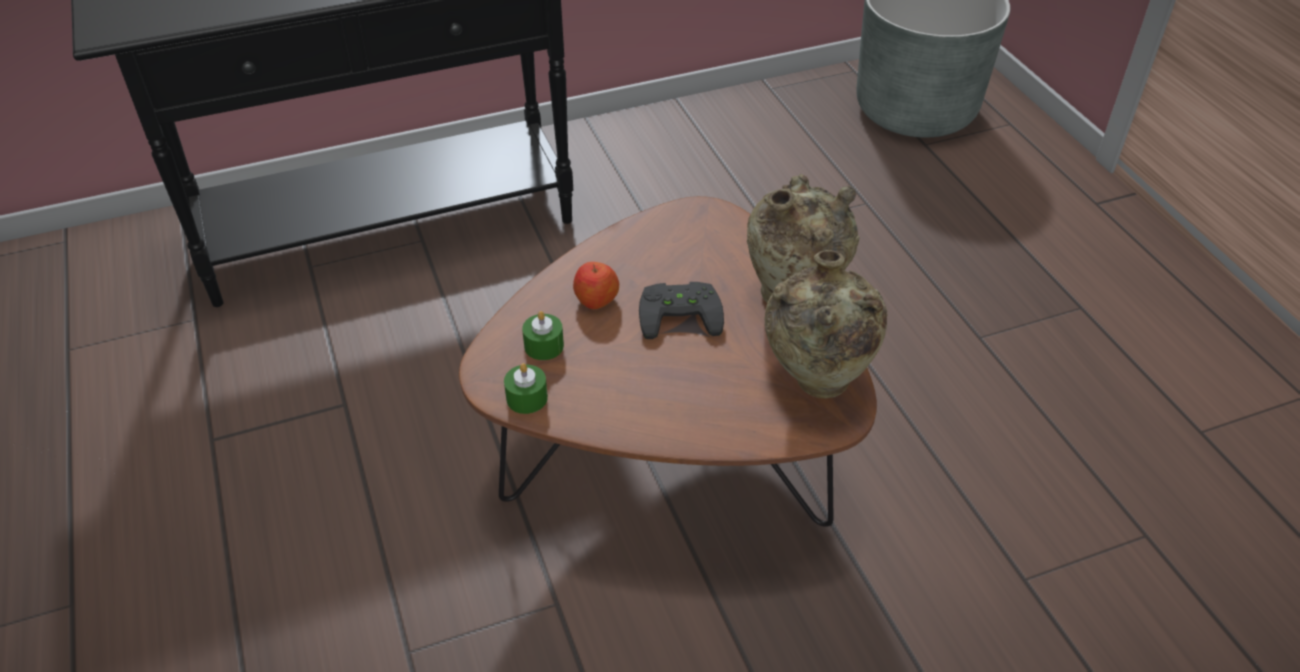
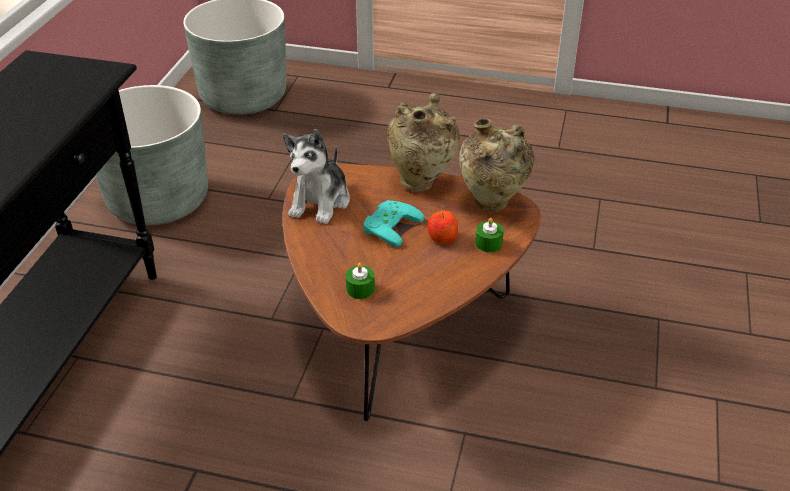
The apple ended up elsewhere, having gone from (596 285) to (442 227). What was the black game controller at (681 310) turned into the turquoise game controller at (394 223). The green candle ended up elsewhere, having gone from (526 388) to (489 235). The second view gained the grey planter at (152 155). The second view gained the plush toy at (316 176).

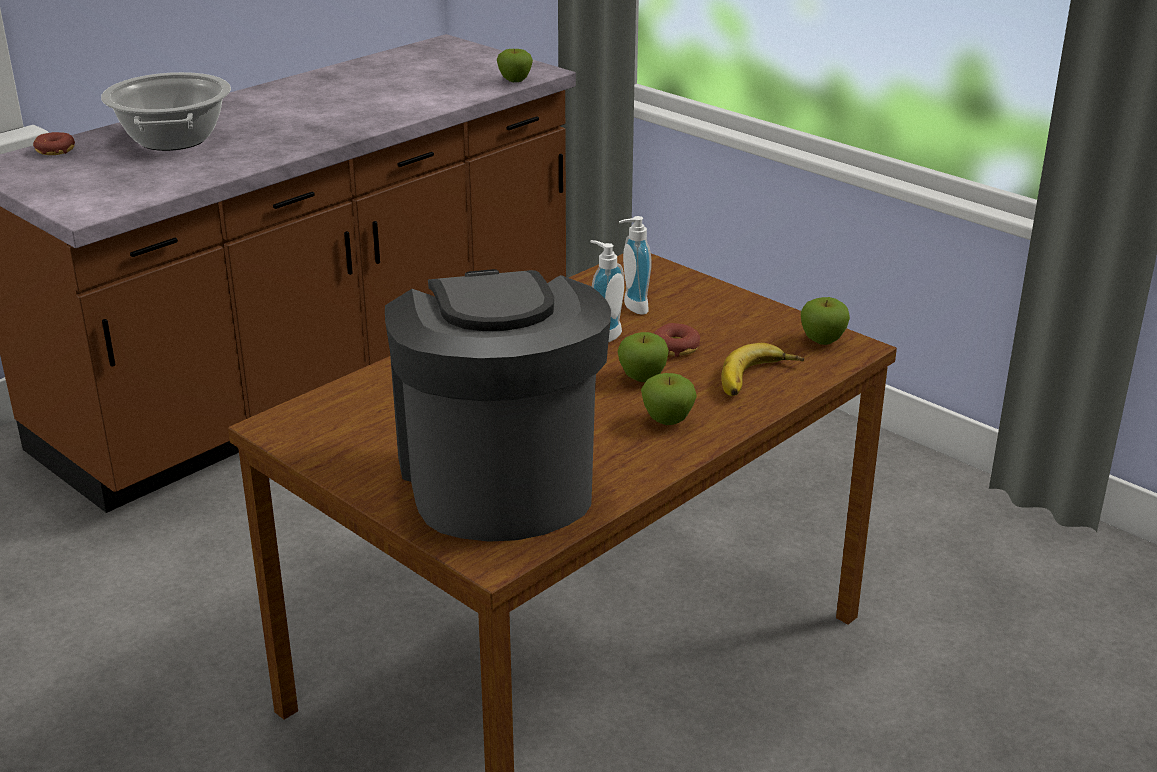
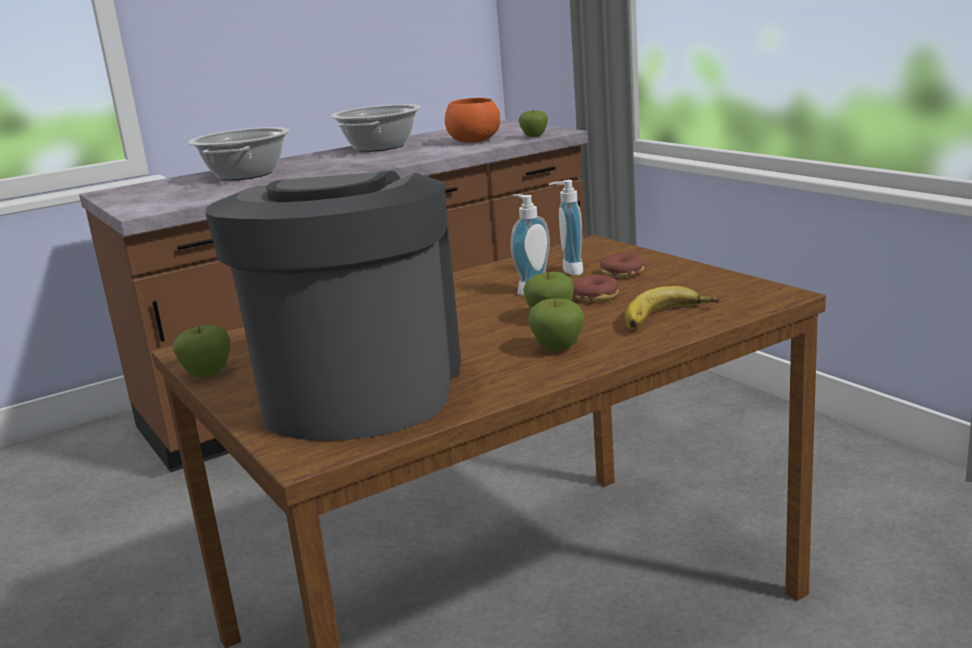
The donut ended up elsewhere, having gone from (54 143) to (622 265). The apple ended up elsewhere, having gone from (825 321) to (201 351). The second view gained the orange bowl at (472 120). The second view gained the cooking pot at (376 128).

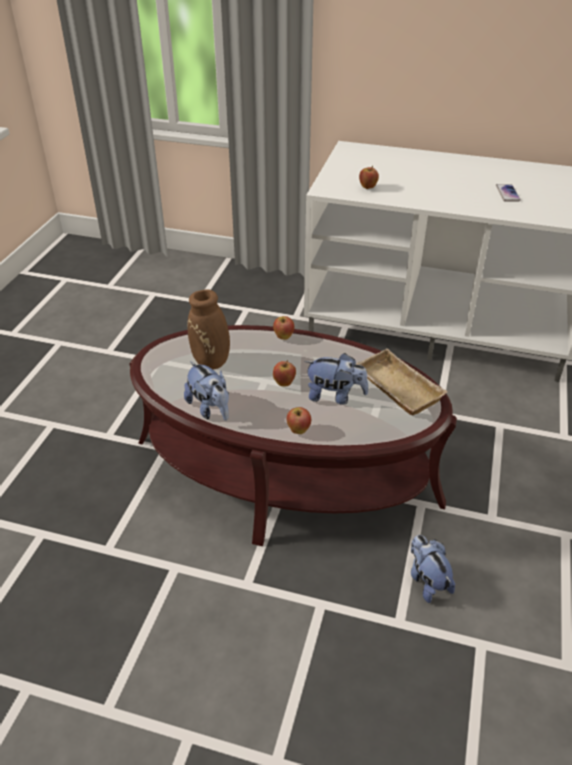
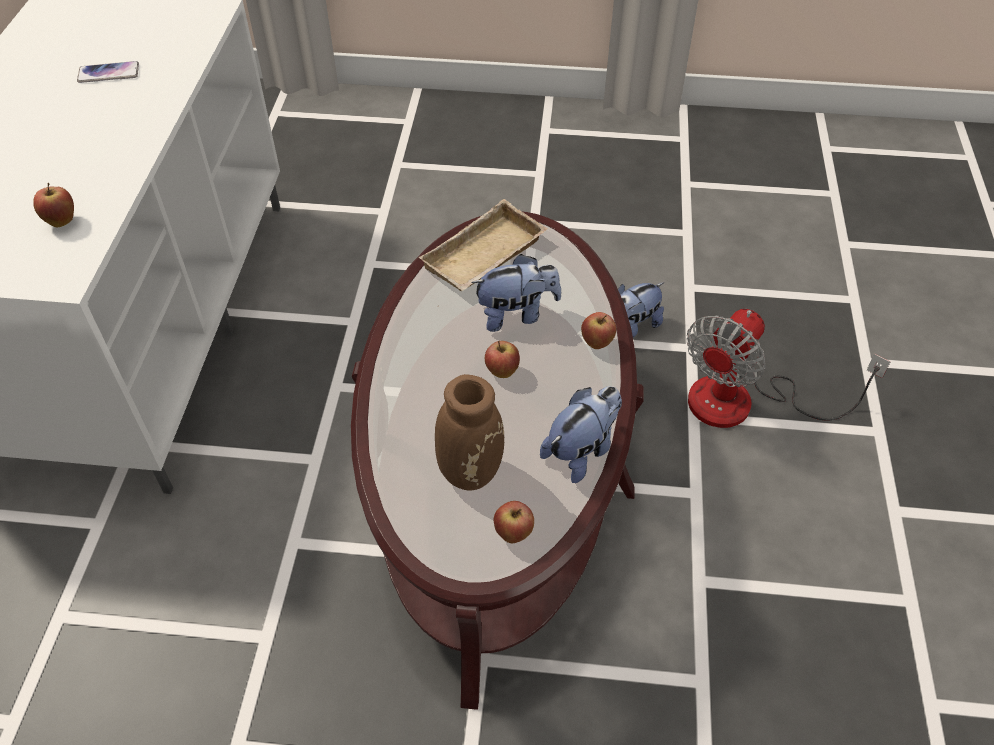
The apple ended up elsewhere, having gone from (283 328) to (514 522). The plush toy at (336 378) ended up facing another way, 75 degrees clockwise from before. The second view gained the fan at (788 368).

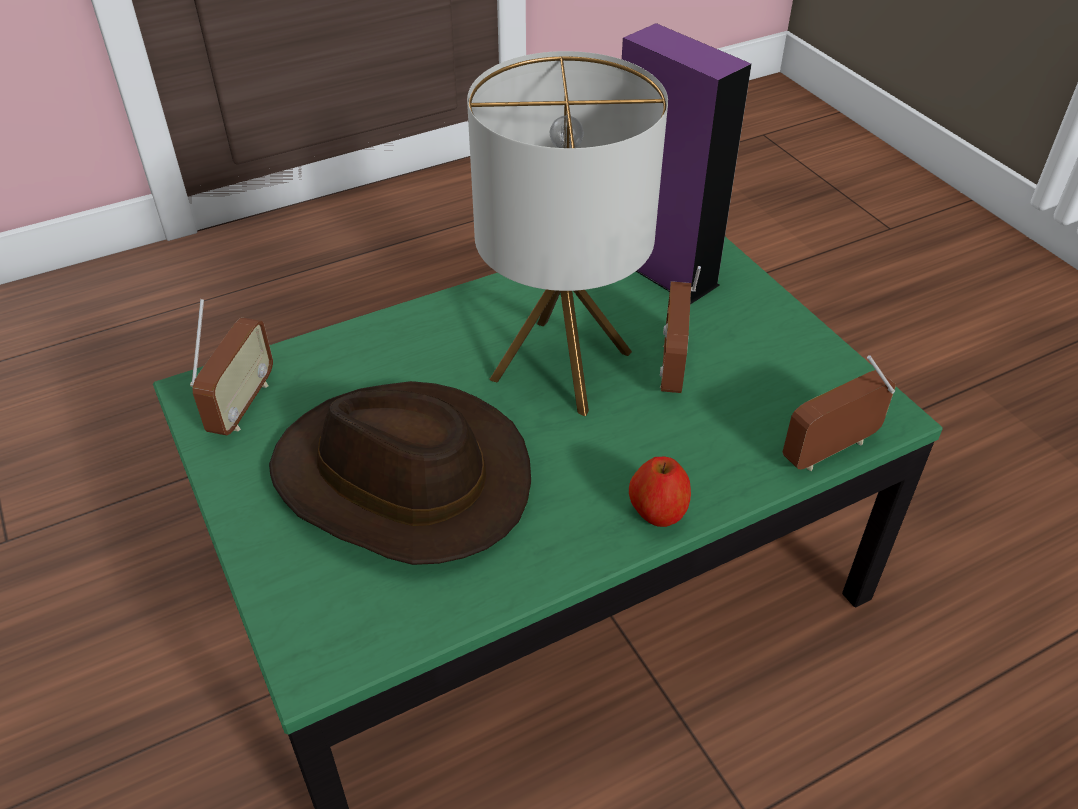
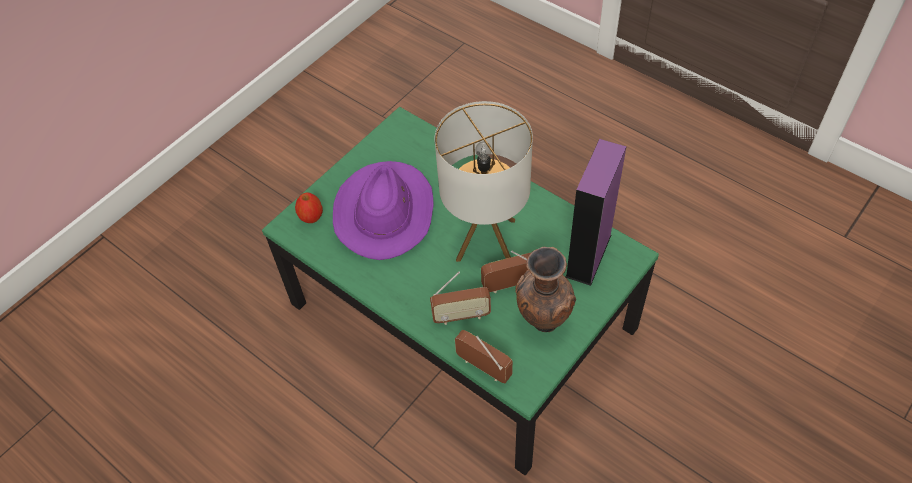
The radio ended up elsewhere, having gone from (231 367) to (460 298). What was the brown hat at (400 473) turned into the purple hat at (383 210). The apple ended up elsewhere, having gone from (660 491) to (309 207). The second view gained the brown vase at (545 289).

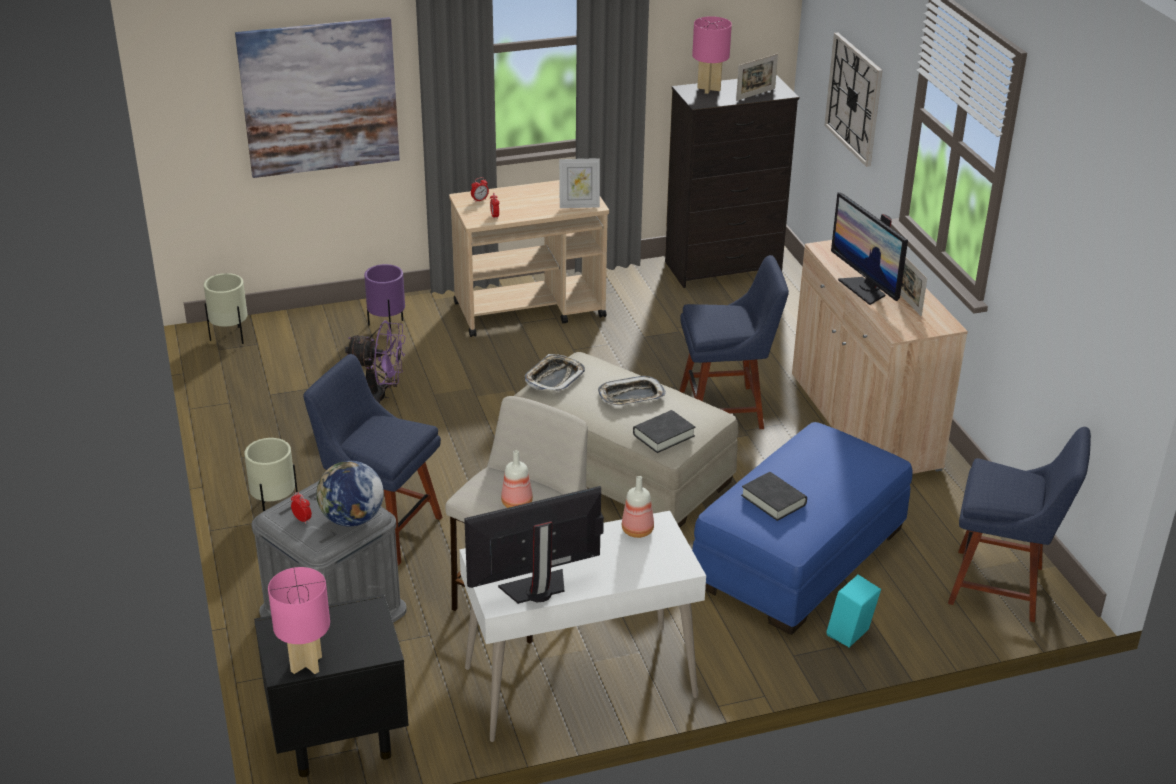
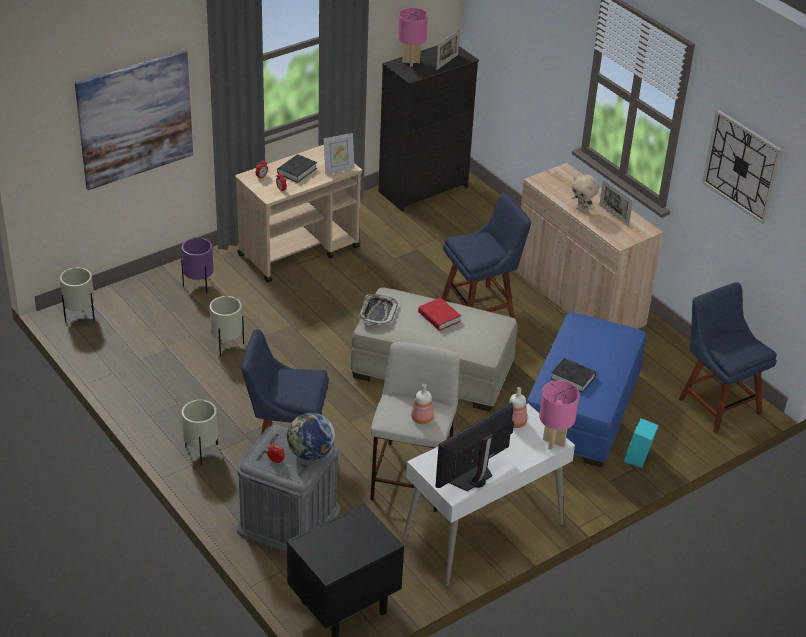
The wall clock ended up elsewhere, having gone from (853 100) to (742 167). Where the monitor stood at (869 248), the beige plush toy came to stand at (585 193). Where the purple fan stood at (375 361), the beige planter came to stand at (227 326). Where the tray stood at (632 391), the red book came to stand at (439 314). The black book ended up elsewhere, having gone from (664 431) to (297 168). The blue chair at (1019 524) ended up facing another way, 120 degrees counterclockwise from before. The pink table lamp ended up elsewhere, having gone from (299 620) to (559 415).

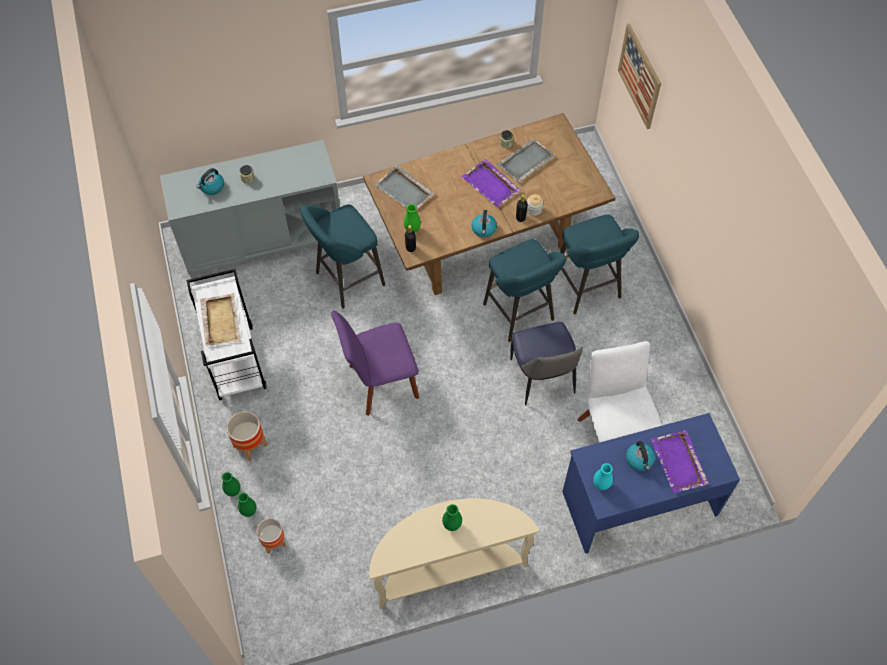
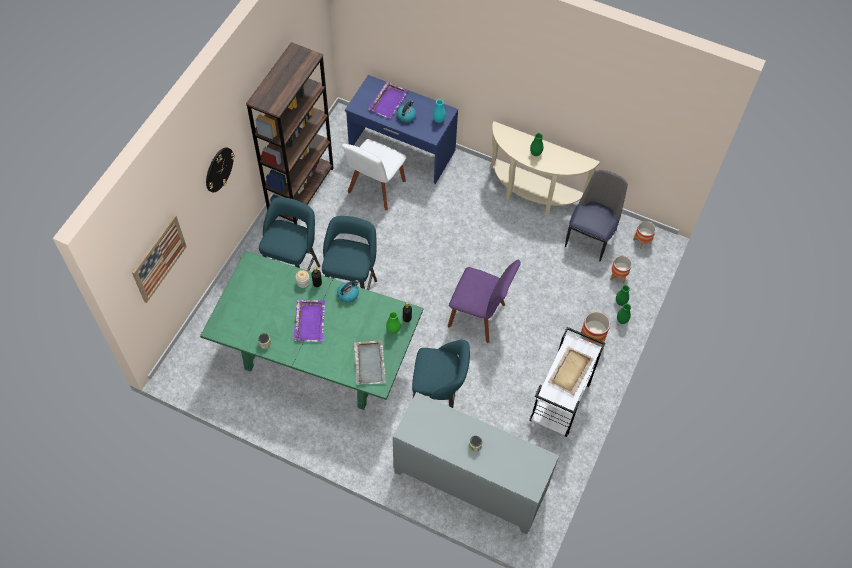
What was the brown dining table at (489 204) turned into the green dining table at (312 330). The second view lost the grey tray at (526 160). The second view lost the kettle at (210 181). The chair ended up elsewhere, having gone from (546 364) to (596 215). The second view gained the brown bookcase at (290 133). The second view gained the wall clock at (220 170). The second view gained the planter at (644 235).

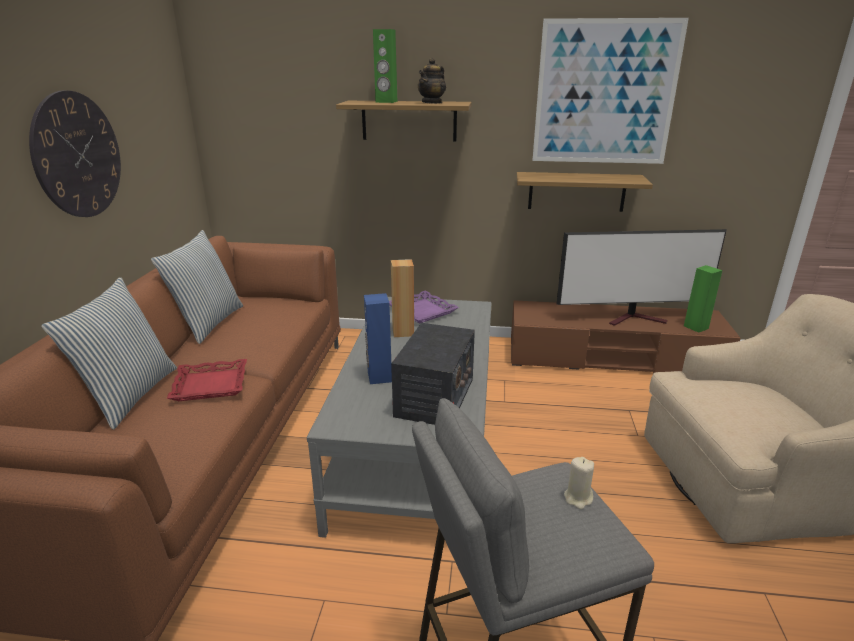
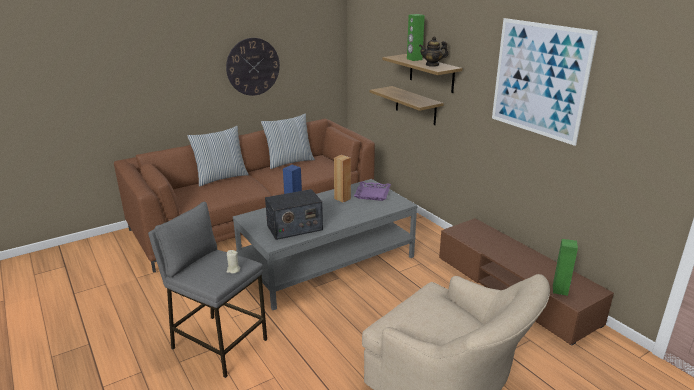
The shelf ended up elsewhere, having gone from (585 192) to (407 105). The second view lost the television at (641 277). The second view lost the red tray at (206 380).

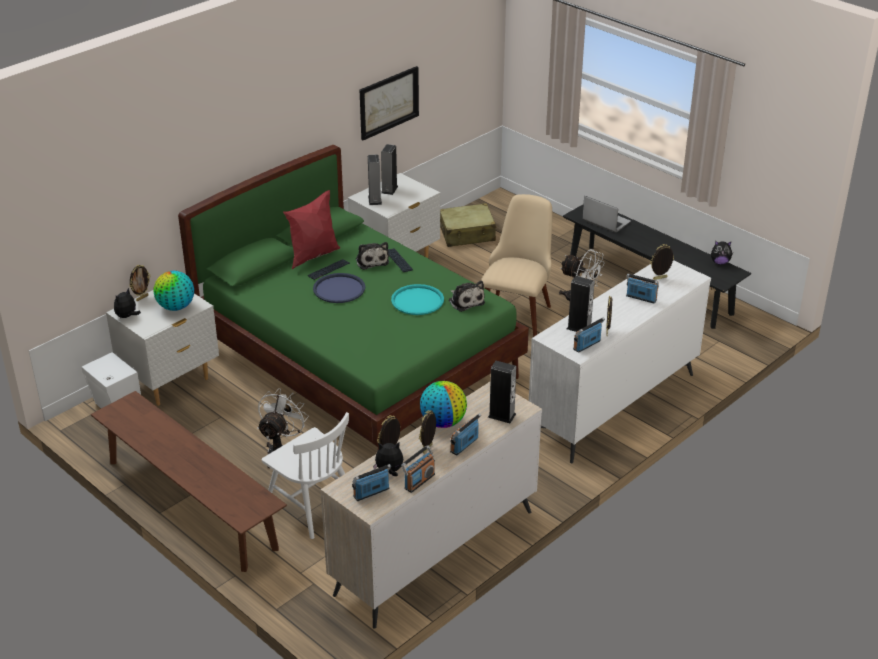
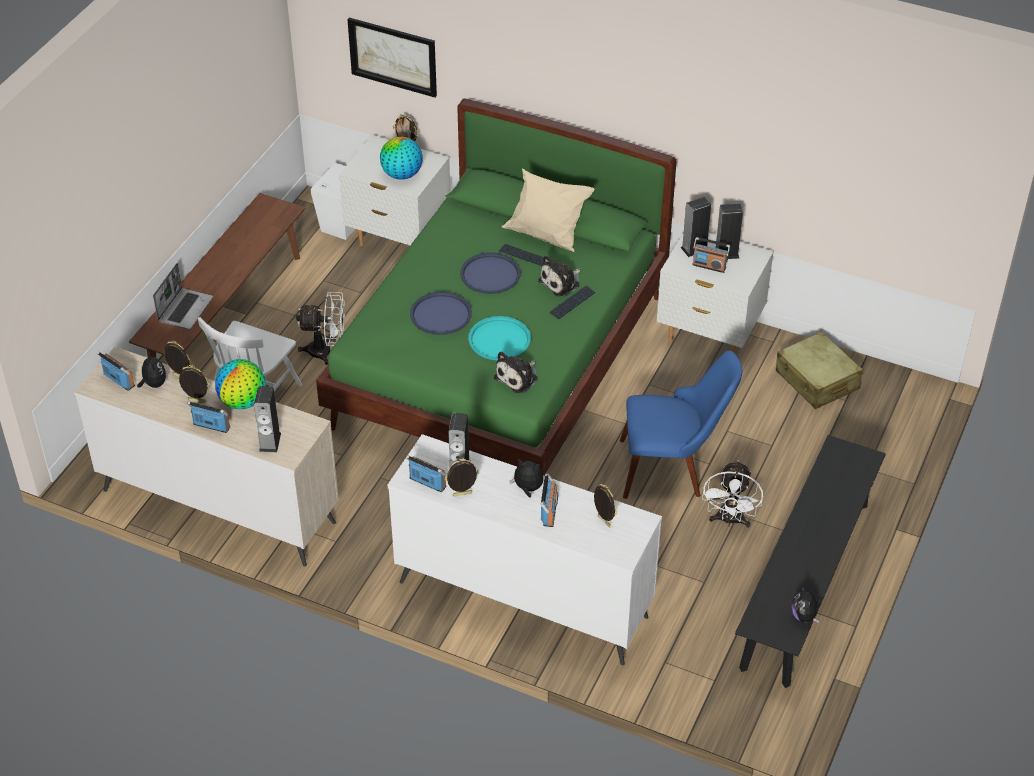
The picture ended up elsewhere, having gone from (389 103) to (392 57). What was the red pillow at (311 229) turned into the beige pillow at (548 210). What was the beige chair at (517 265) turned into the blue chair at (681 424). The laptop ended up elsewhere, having gone from (607 214) to (183 296). The plush toy ended up elsewhere, having gone from (127 303) to (527 478). The radio ended up elsewhere, having gone from (418 469) to (711 255). The second view gained the blue tray at (441 313).

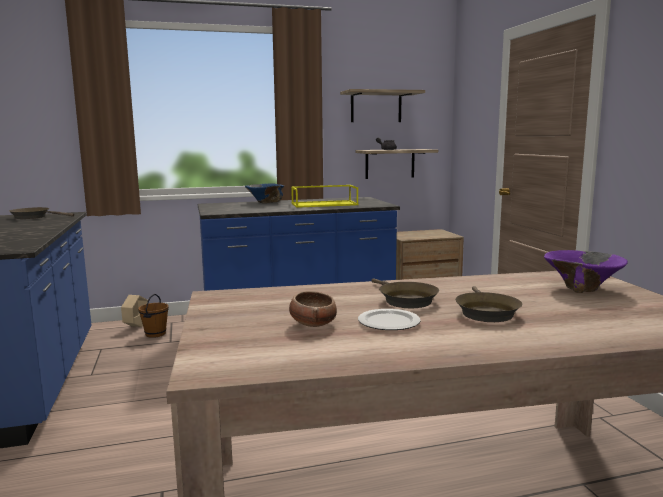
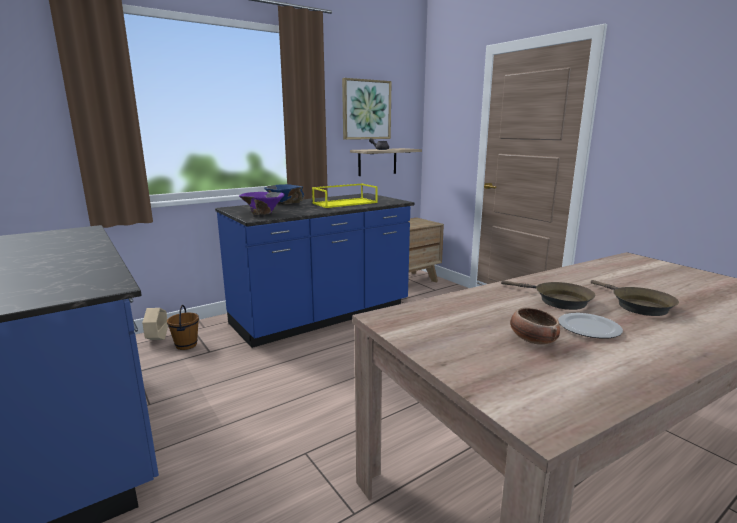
Where the shelf hung at (382 105), the picture came to hang at (367 109). The second view lost the brown frying pan at (41 213). The purple bowl ended up elsewhere, having gone from (586 271) to (262 203).

